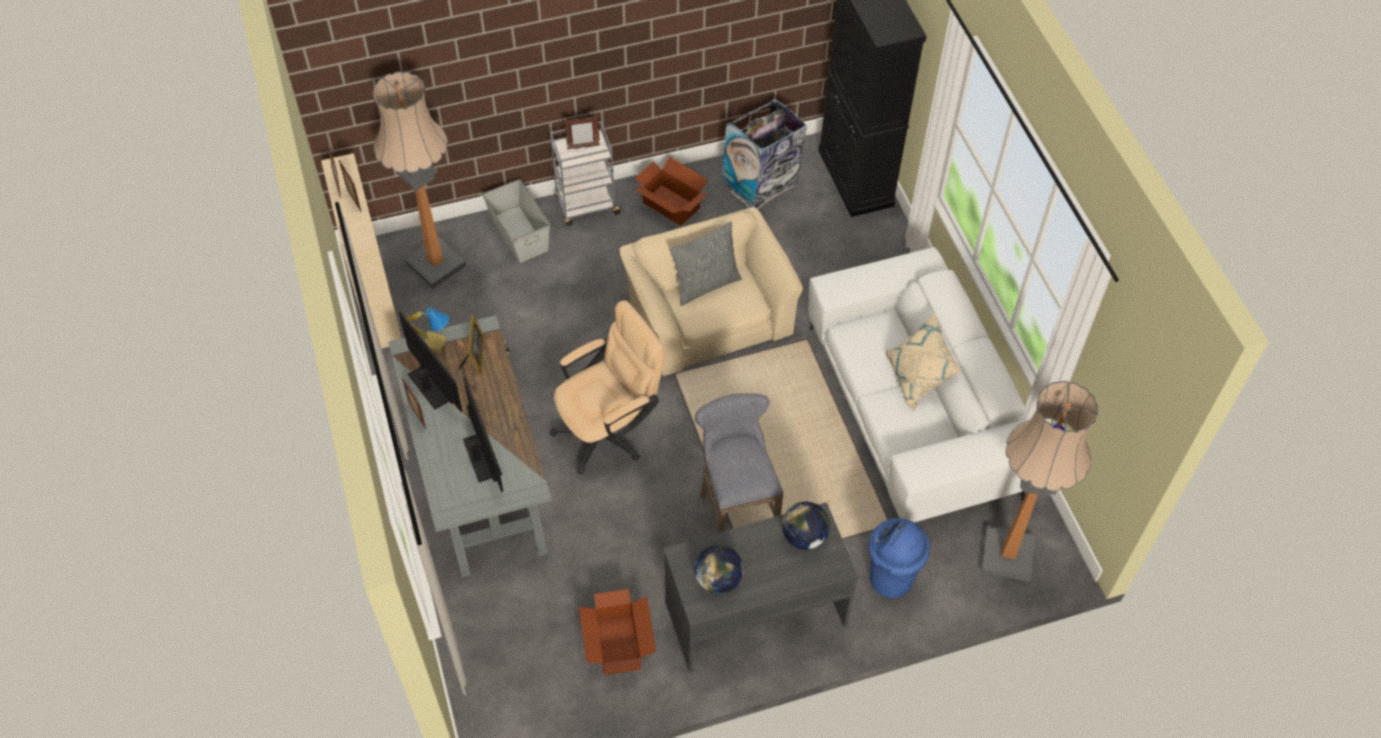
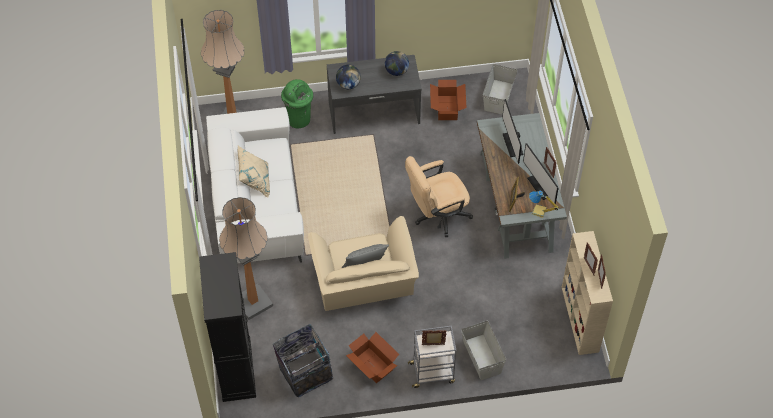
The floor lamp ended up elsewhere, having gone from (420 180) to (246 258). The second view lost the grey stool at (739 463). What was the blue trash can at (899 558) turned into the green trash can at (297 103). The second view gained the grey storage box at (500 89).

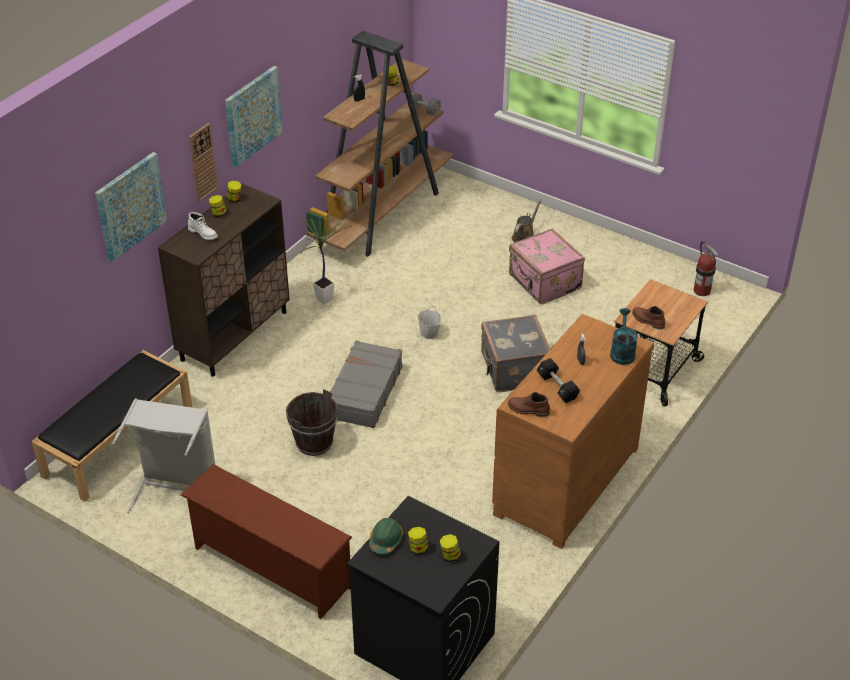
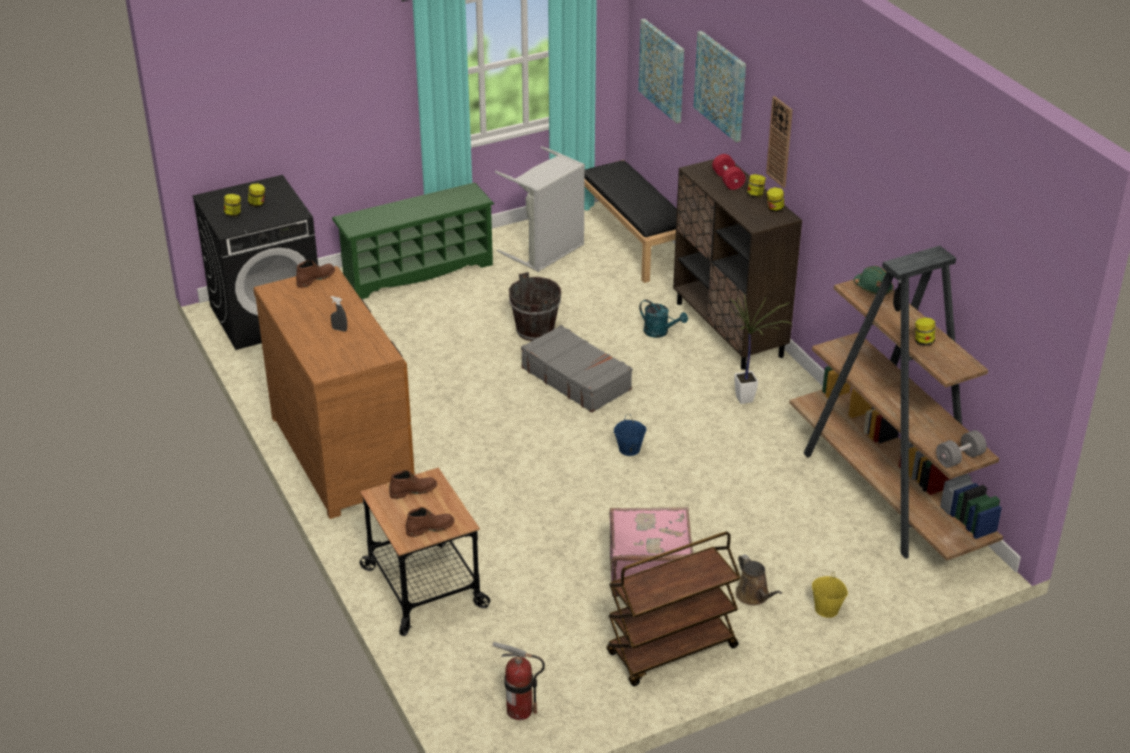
The picture ended up elsewhere, having gone from (254 117) to (661 71). Where the white boot stood at (203 226), the red dumbbell came to stand at (729 172). What was the white bucket at (429 322) turned into the blue bucket at (630 435). The turquoise watering can ended up elsewhere, having gone from (624 336) to (663 319). The second view lost the grey suitcase at (515 353). The second view lost the black dumbbell at (558 380). What was the brown shoe rack at (266 541) turned into the green shoe rack at (413 241). The green hard hat ended up elsewhere, having gone from (386 536) to (874 280). The second view gained the brown boot at (430 522). The second view gained the brown cart at (674 608). The second view gained the yellow bucket at (830 594).

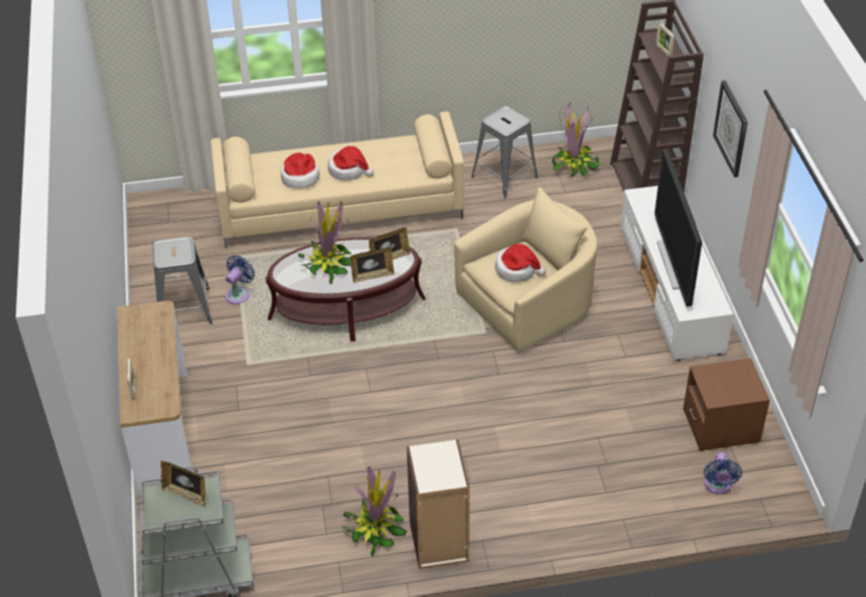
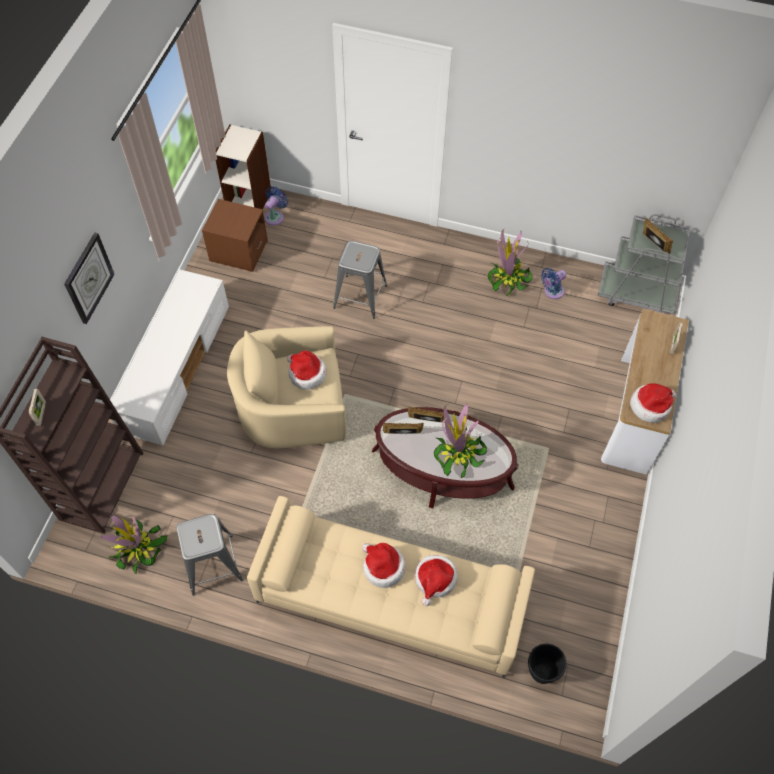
The second view lost the television at (678 228). The grey stool ended up elsewhere, having gone from (182 280) to (360 280). The blue fan ended up elsewhere, having gone from (240 280) to (554 283). The bookcase ended up elsewhere, having gone from (438 504) to (243 166). The second view gained the hat at (653 403). The second view gained the black planter at (547 664).

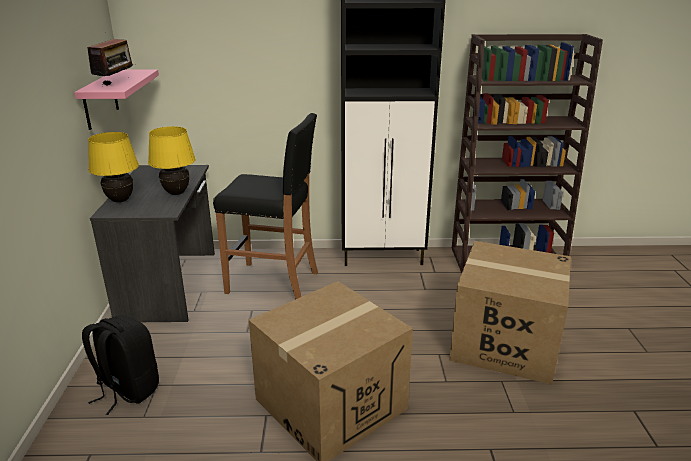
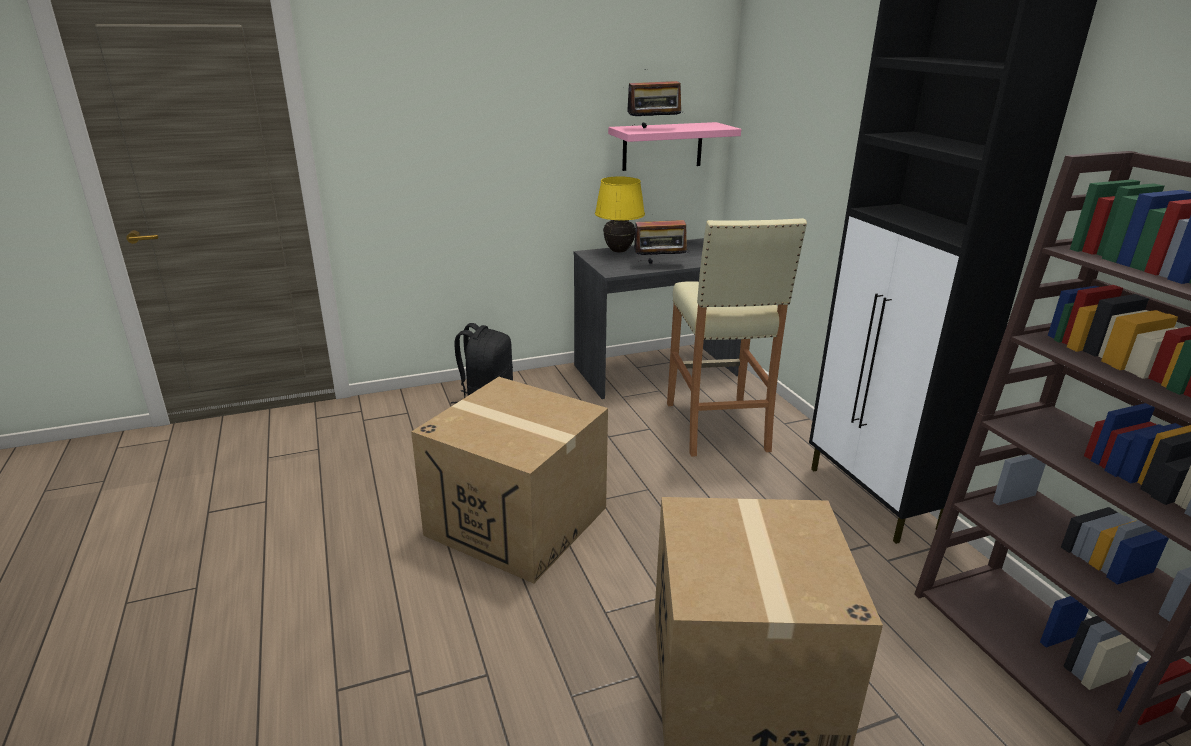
What was the black stool at (265 206) turned into the beige stool at (737 337). Where the yellow table lamp stood at (172 160), the radio came to stand at (662 238).

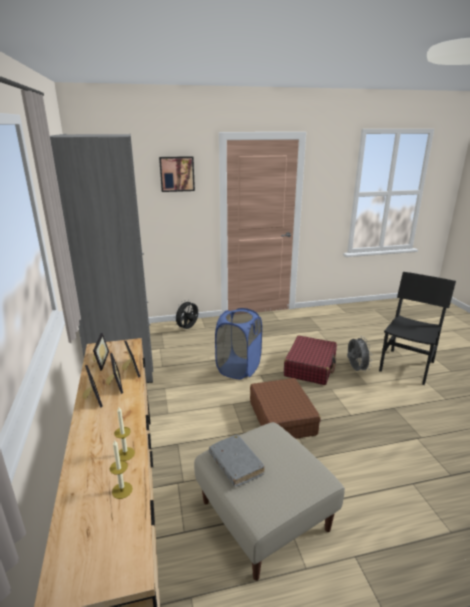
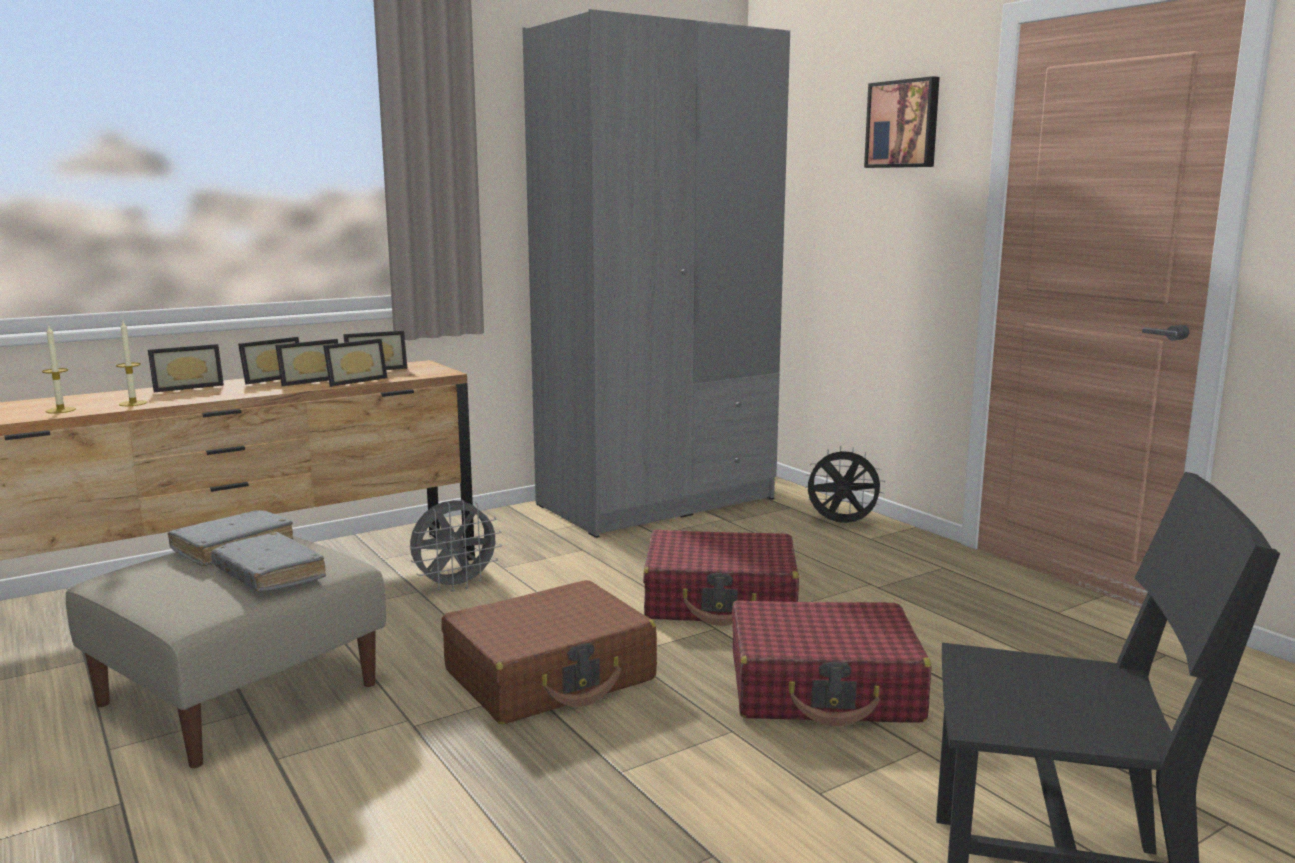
Where the blue laundry basket stood at (238 344), the red suitcase came to stand at (721 578). The grey fan ended up elsewhere, having gone from (359 354) to (456 545). The second view gained the picture frame at (186 368). The second view gained the grey book at (268 562).

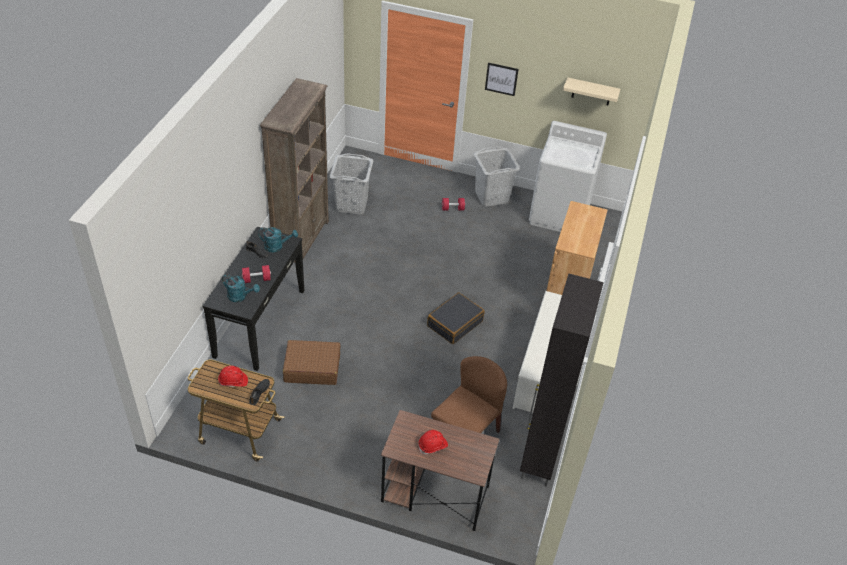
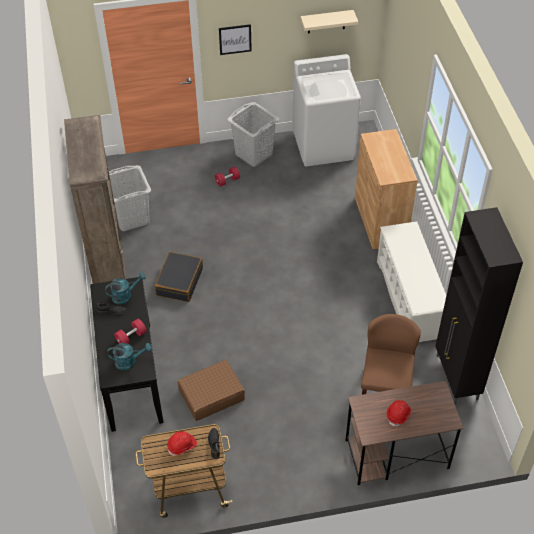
The black suitcase ended up elsewhere, having gone from (456 318) to (179 277).

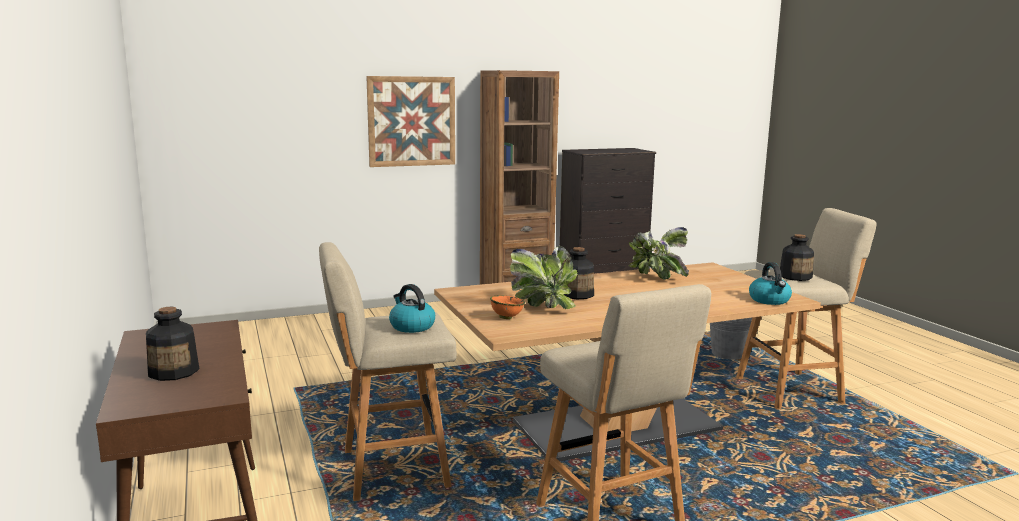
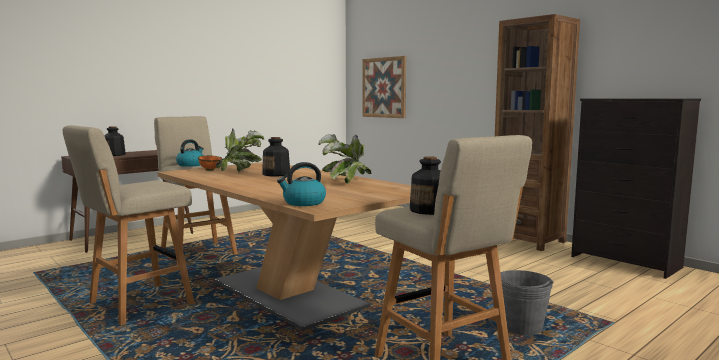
The picture ended up elsewhere, having gone from (410 121) to (384 87).

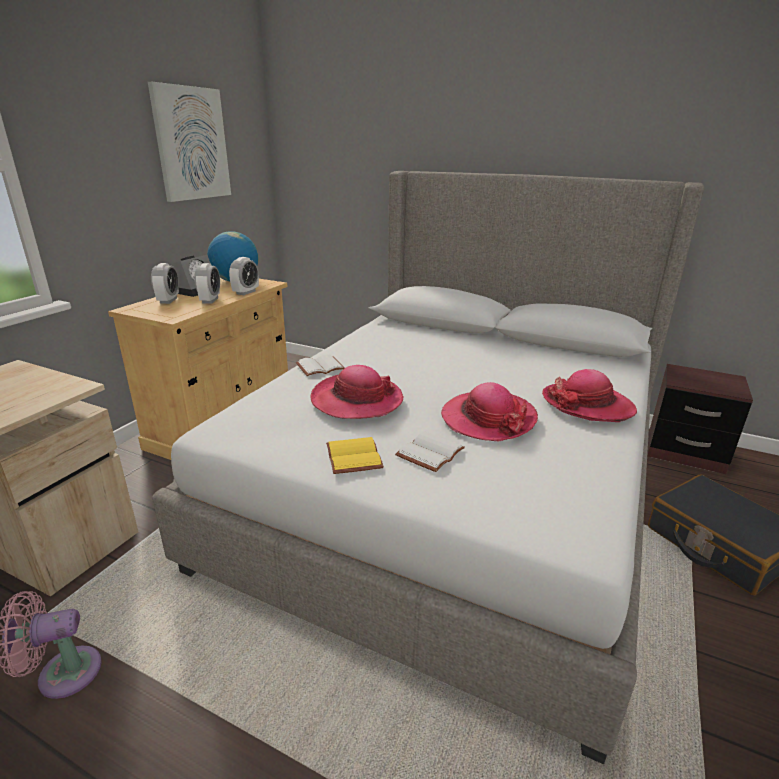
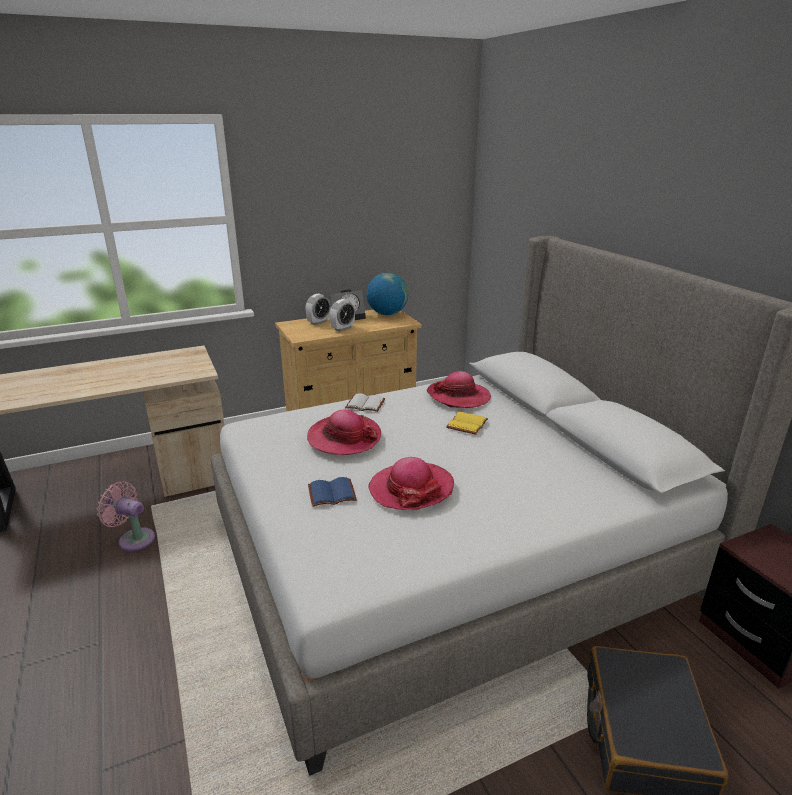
The second view lost the picture at (189 142). The second view lost the alarm clock at (244 276). The hat ended up elsewhere, having gone from (589 395) to (458 389). What was the white book at (430 451) turned into the blue book at (332 492). The yellow book ended up elsewhere, having gone from (355 455) to (467 423).

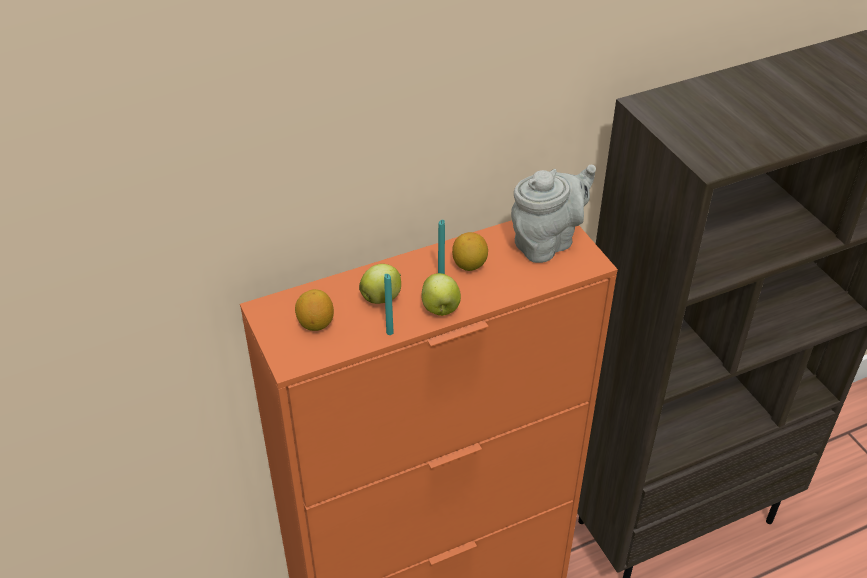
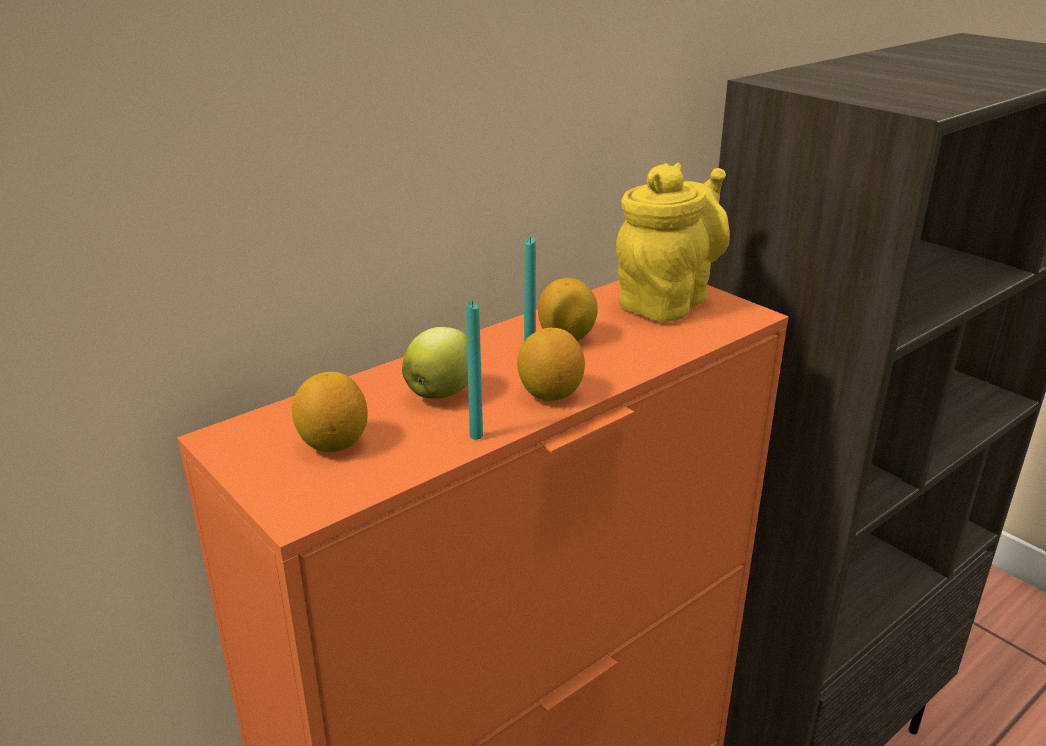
What was the grey teapot at (553 214) turned into the yellow teapot at (673 242). Where the apple stood at (441 294), the lemon came to stand at (551 364).

